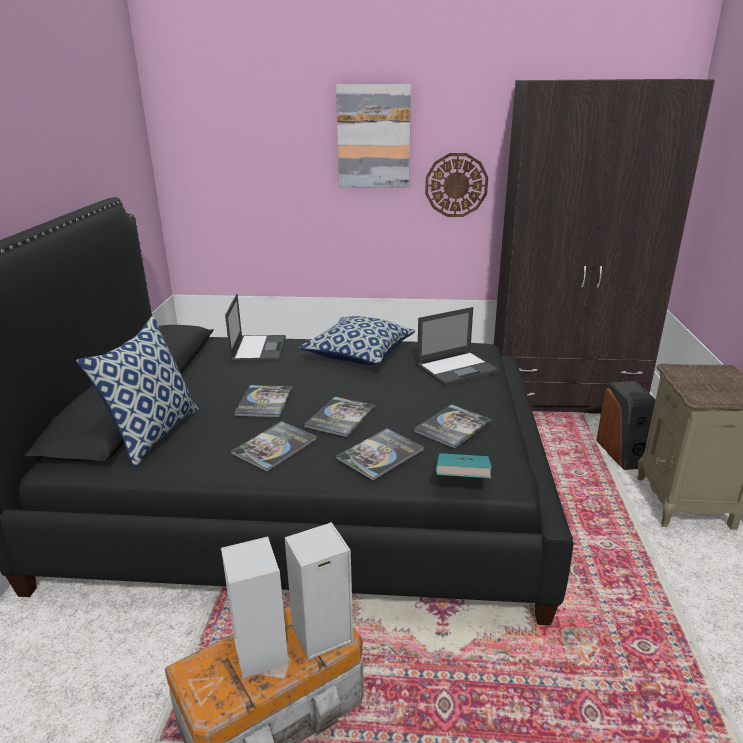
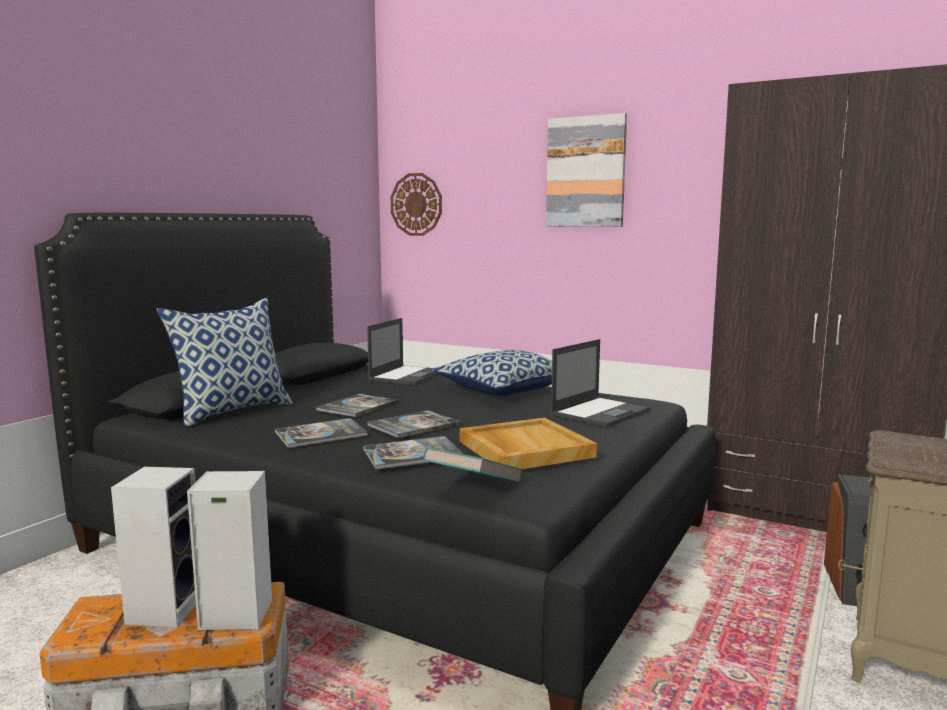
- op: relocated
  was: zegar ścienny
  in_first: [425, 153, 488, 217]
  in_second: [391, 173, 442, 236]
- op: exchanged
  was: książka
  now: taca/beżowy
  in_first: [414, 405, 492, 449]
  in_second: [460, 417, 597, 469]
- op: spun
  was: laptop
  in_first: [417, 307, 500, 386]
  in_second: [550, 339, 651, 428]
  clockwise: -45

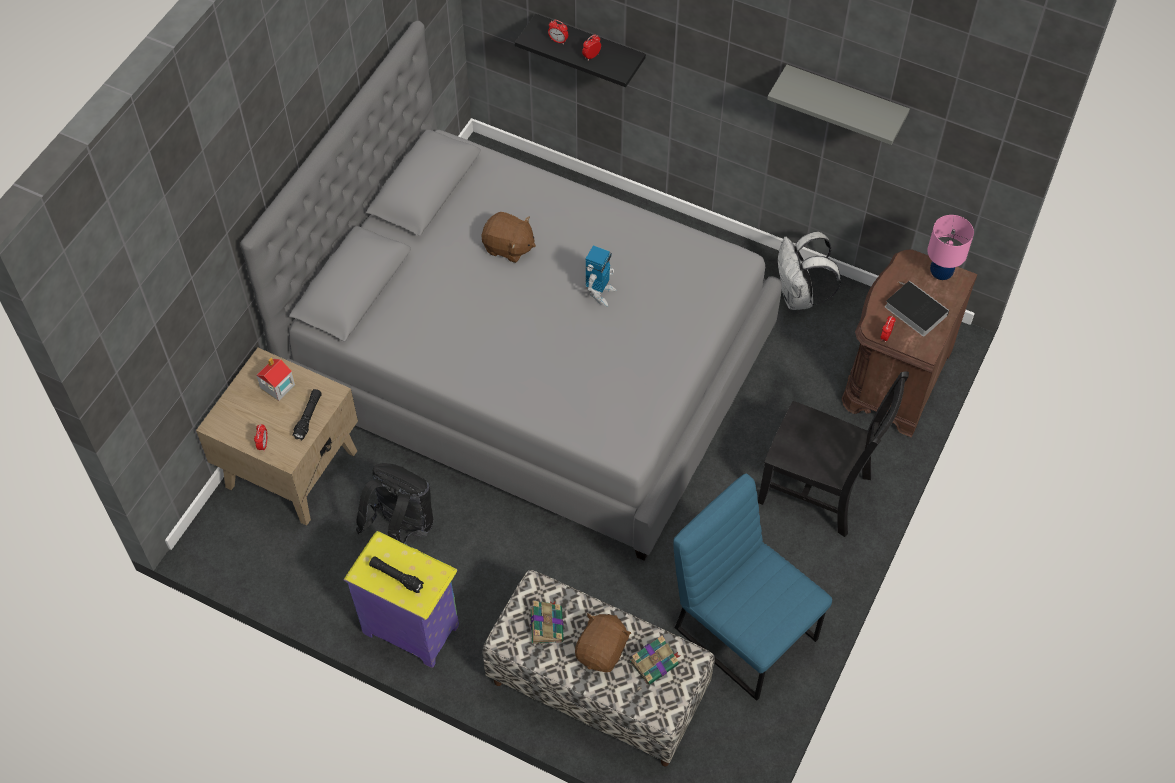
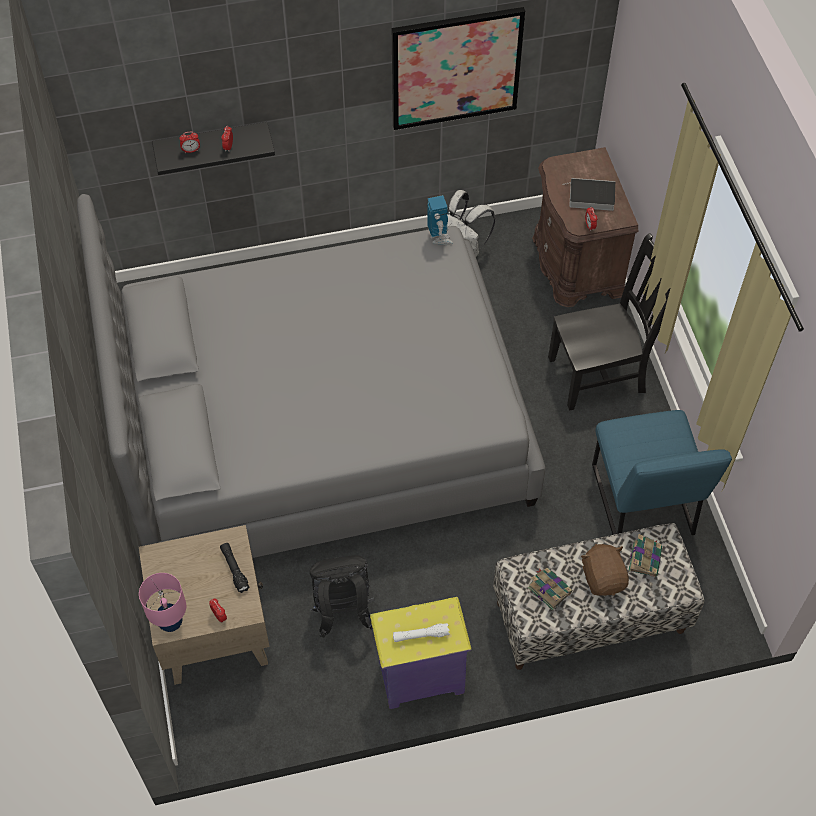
- op: relocated
  was: lampa stołowa/różowy
  in_first: [927, 215, 974, 280]
  in_second: [139, 573, 186, 632]
- op: exchanged
  was: półka/szary
  now: obraz
  in_first: [767, 65, 910, 145]
  in_second: [392, 7, 525, 130]
- op: colour
  was: latarka/czarny
  now: latarka/biały
  in_first: [369, 556, 424, 593]
  in_second: [393, 623, 450, 642]
- op: relocated
  was: robot zabawkowy
  in_first: [586, 245, 617, 306]
  in_second: [427, 195, 453, 245]
- op: spun
  was: krzesło/niebieski
  in_first: [673, 473, 832, 701]
  in_second: [592, 410, 732, 535]
  clockwise: -105
- op: missing
  was: domek
  in_first: [256, 357, 296, 401]
- op: missing
  was: pluszak/brązowy
  in_first: [481, 212, 536, 263]

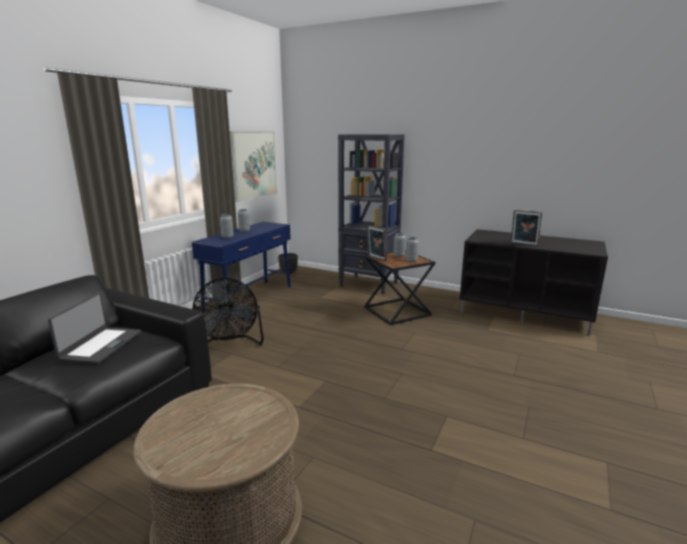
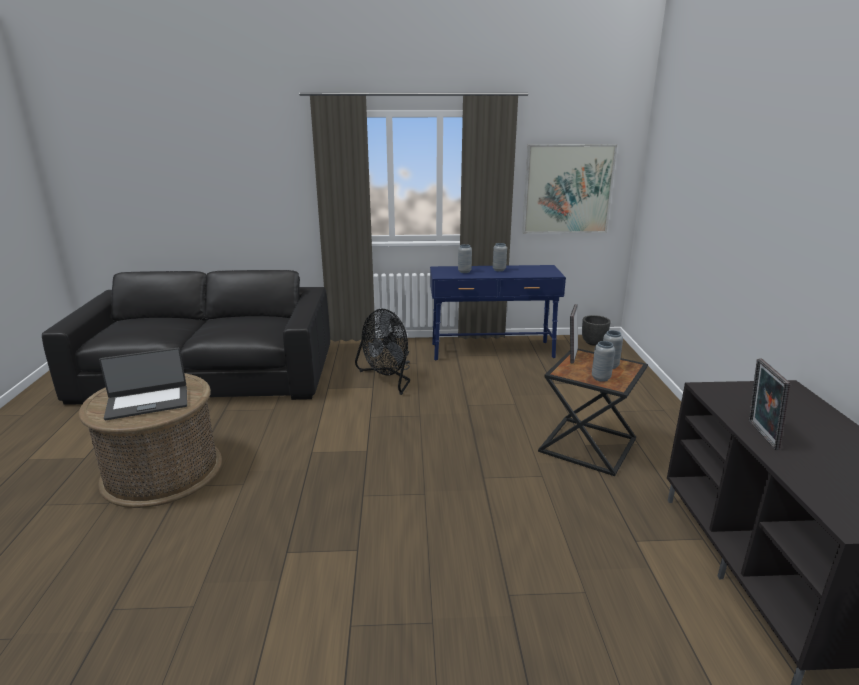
- op: relocated
  was: laptop
  in_first: [48, 293, 141, 364]
  in_second: [99, 348, 187, 420]
- op: missing
  was: regał/czarny
  in_first: [338, 134, 405, 294]

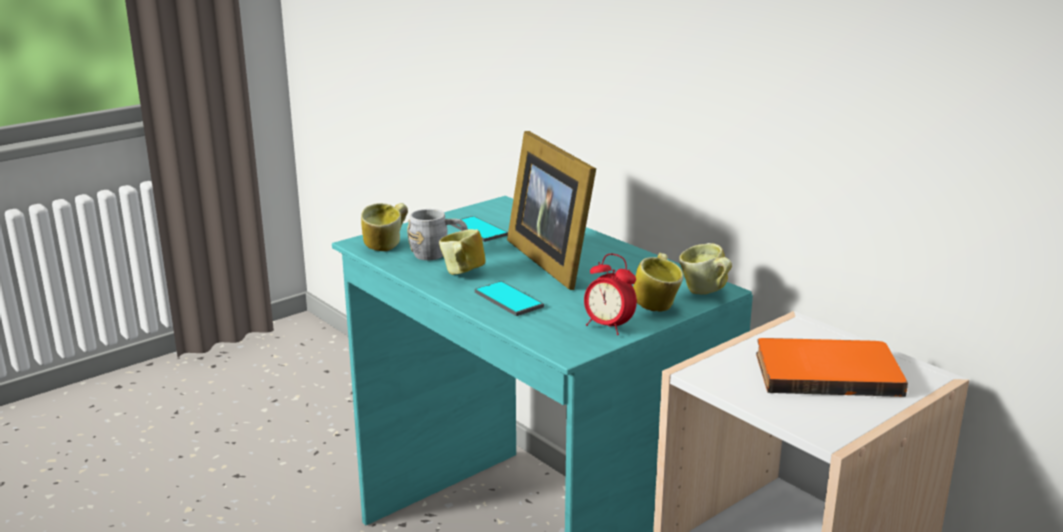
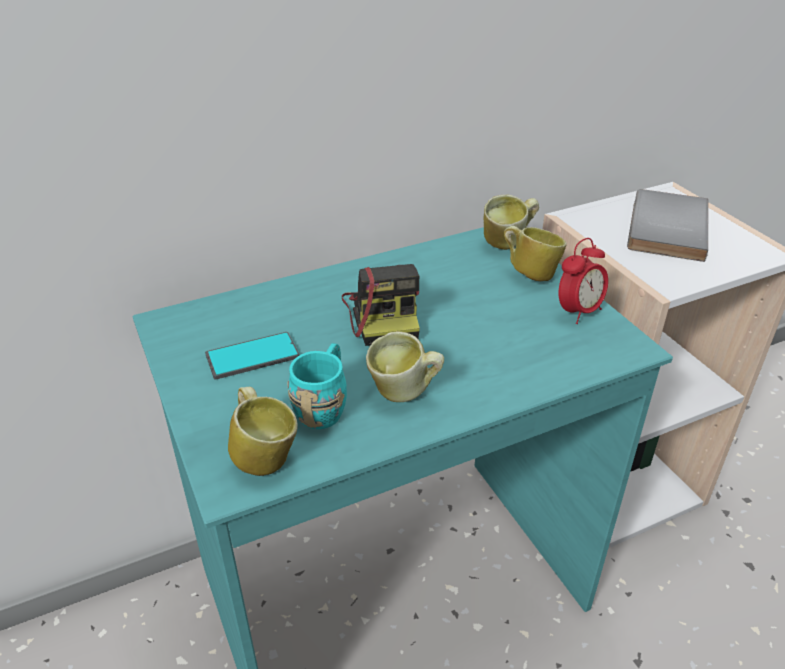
- op: colour
  was: kubek/szary
  now: kubek/turkusowy
  in_first: [407, 209, 468, 260]
  in_second: [287, 343, 347, 429]
- op: exchanged
  was: ramka na zdjęcie
  now: aparat fotograficzny
  in_first: [507, 131, 596, 290]
  in_second: [342, 264, 420, 346]
- op: colour
  was: książka/pomarańczowy
  now: książka/szary
  in_first: [756, 338, 908, 397]
  in_second: [627, 189, 708, 262]
- op: missing
  was: telefon
  in_first: [475, 281, 544, 316]

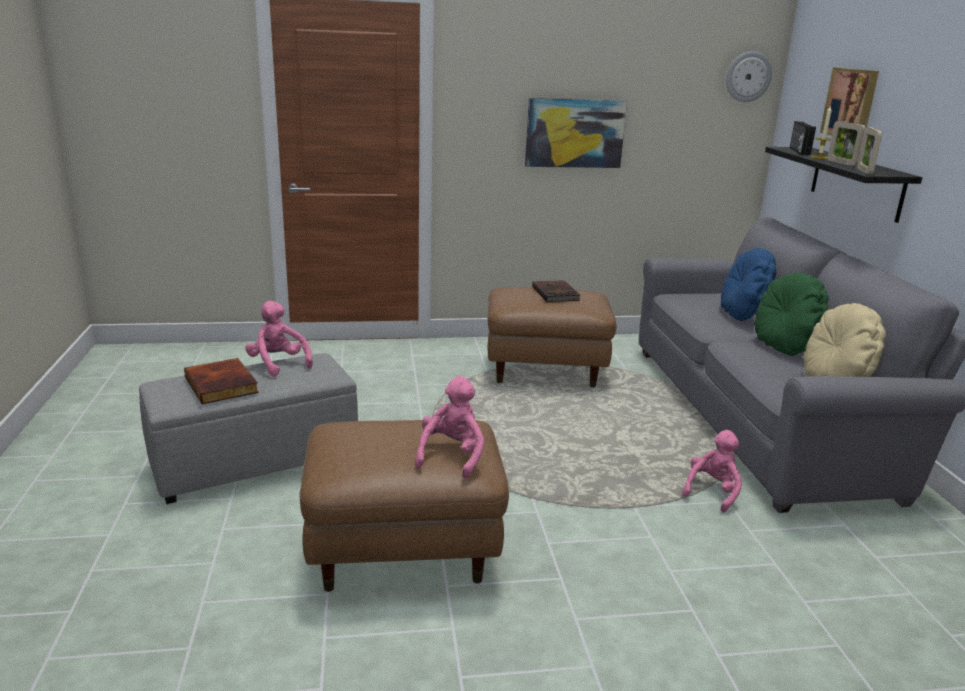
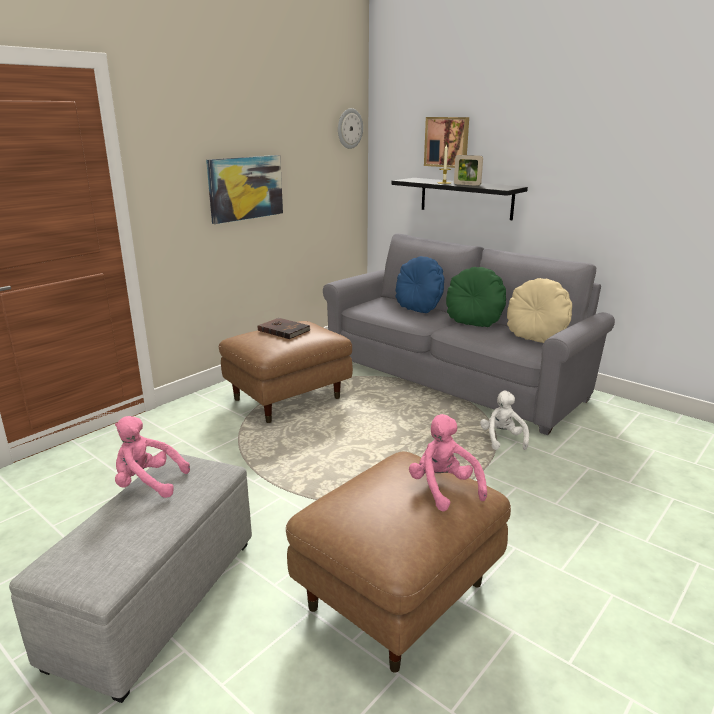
- op: colour
  was: pluszak/różowy
  now: pluszak/biały
  in_first: [682, 430, 742, 513]
  in_second: [480, 391, 529, 450]
- op: missing
  was: książka
  in_first: [184, 358, 259, 404]
- op: missing
  was: radio
  in_first: [790, 121, 816, 155]
- op: missing
  was: ramka na zdjęcie
  in_first: [857, 127, 883, 174]

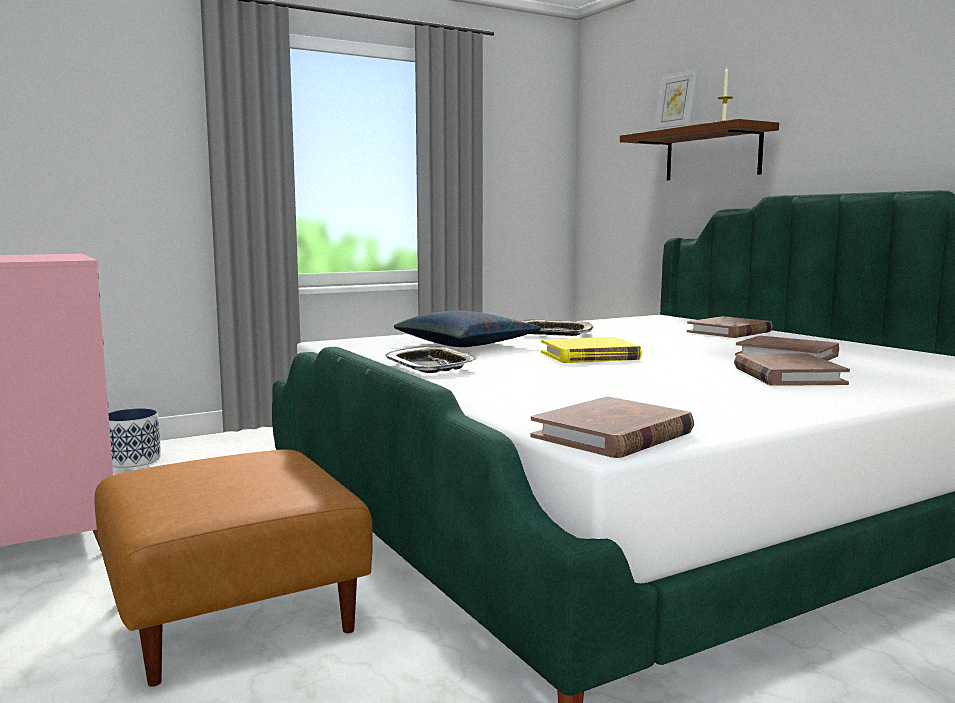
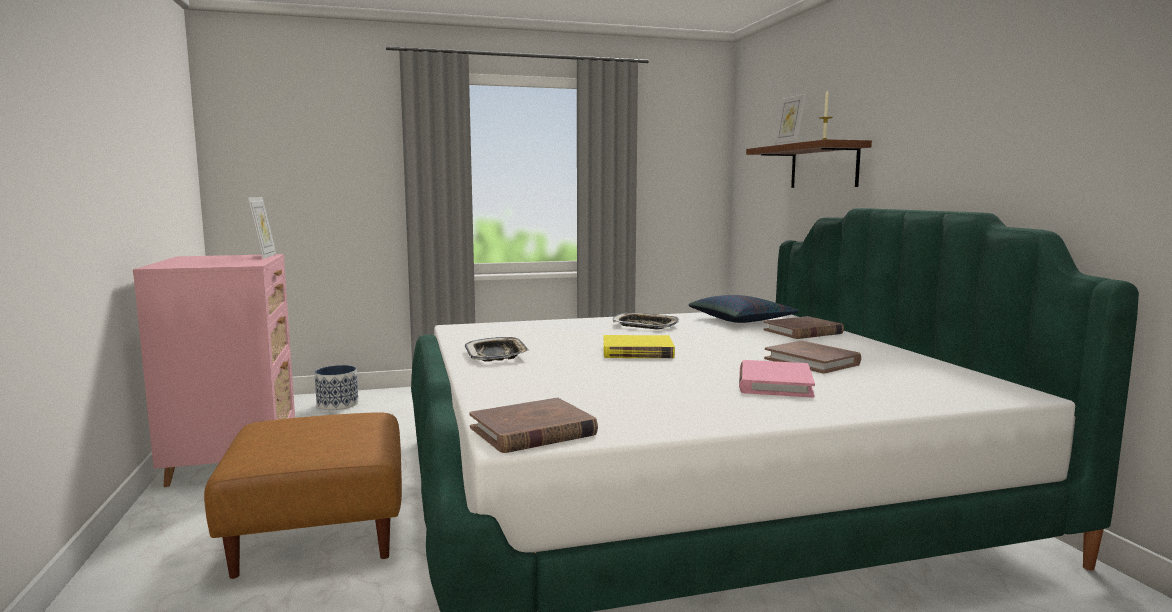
- op: appeared
  now: ramka na zdjęcie
  in_second: [248, 197, 276, 259]
- op: relocated
  was: poduszka/niebieski
  in_first: [394, 311, 541, 347]
  in_second: [688, 295, 800, 323]
- op: colour
  was: książka/brązowy
  now: książka/różowy
  in_first: [734, 353, 850, 386]
  in_second: [739, 360, 815, 398]

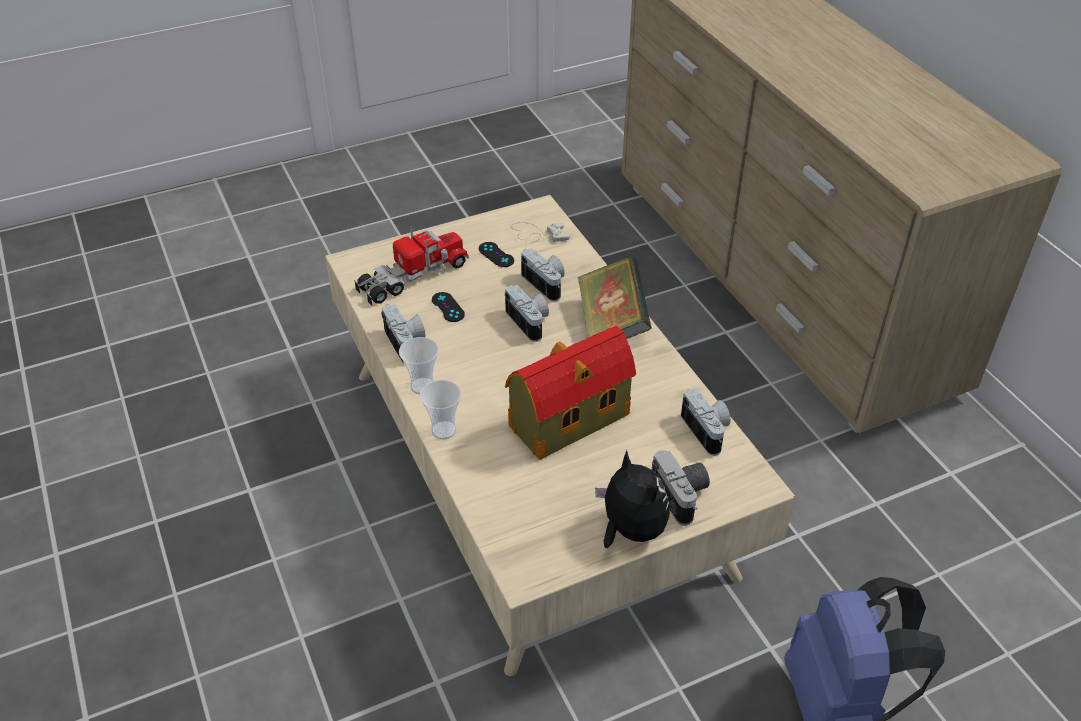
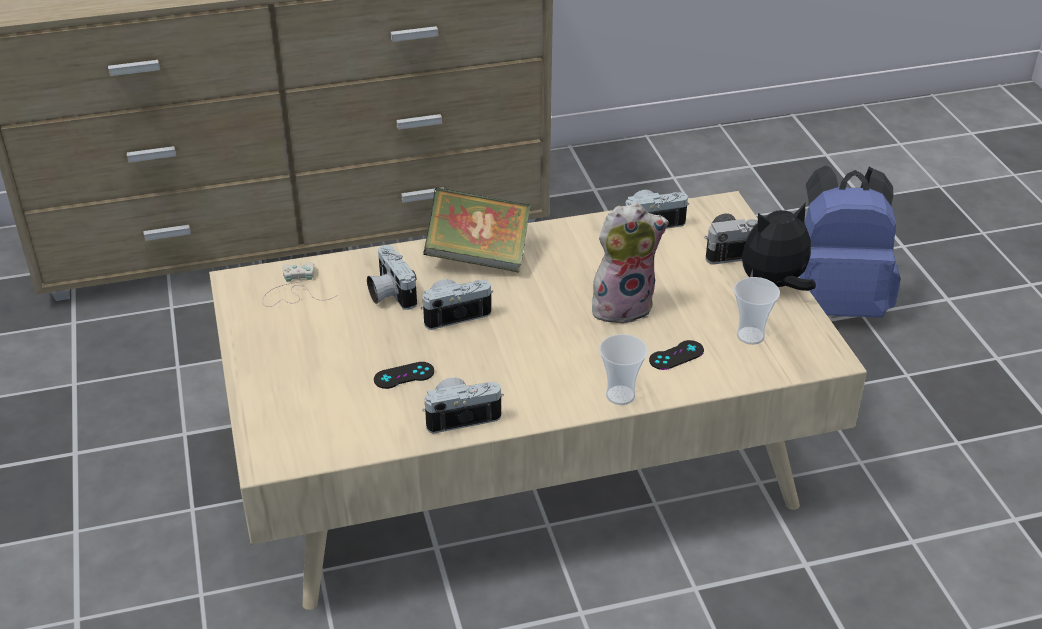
- op: spun
  was: aparat fotograficzny
  in_first: [521, 248, 565, 301]
  in_second: [367, 245, 417, 310]
  clockwise: -90
- op: exchanged
  was: domek
  now: pluszak
  in_first: [505, 325, 636, 460]
  in_second: [592, 203, 669, 324]
- op: relocated
  was: pad do gier/czarny
  in_first: [479, 242, 514, 267]
  in_second: [649, 340, 704, 370]
- op: relocated
  was: filiżanka
  in_first: [399, 337, 439, 395]
  in_second: [734, 277, 780, 345]
- op: missing
  was: ciężarówka zabawkowa
  in_first: [354, 226, 469, 305]

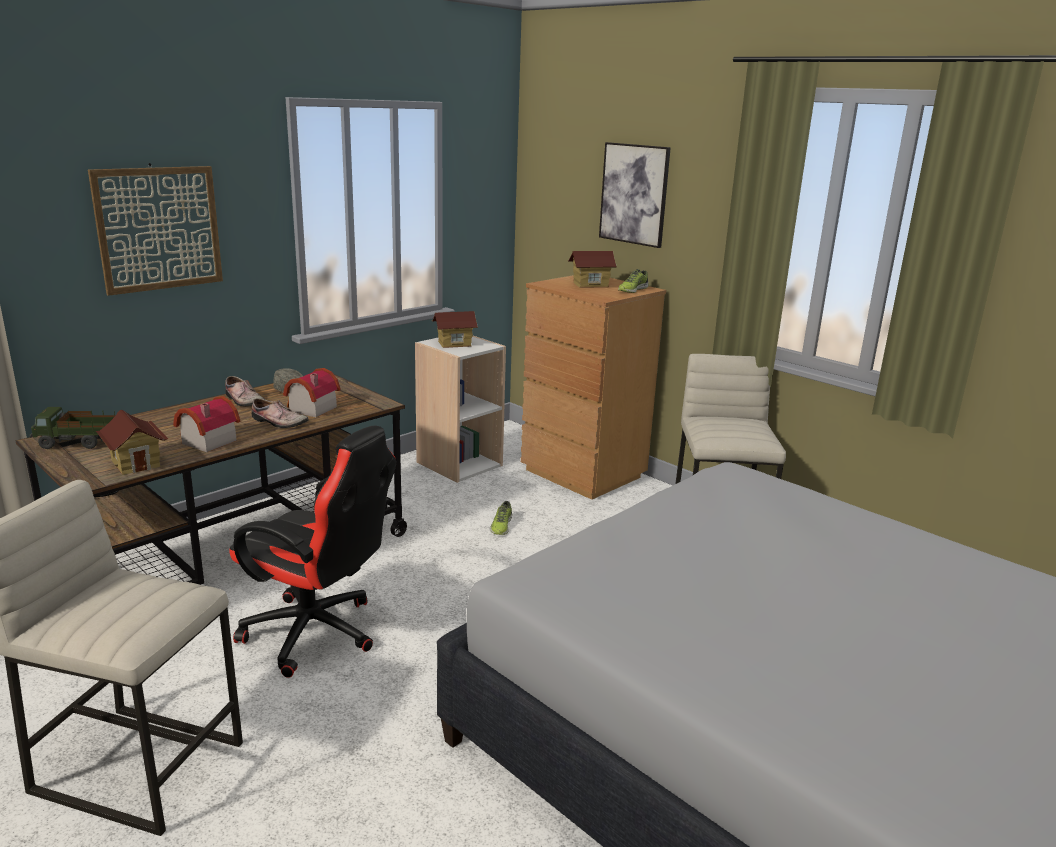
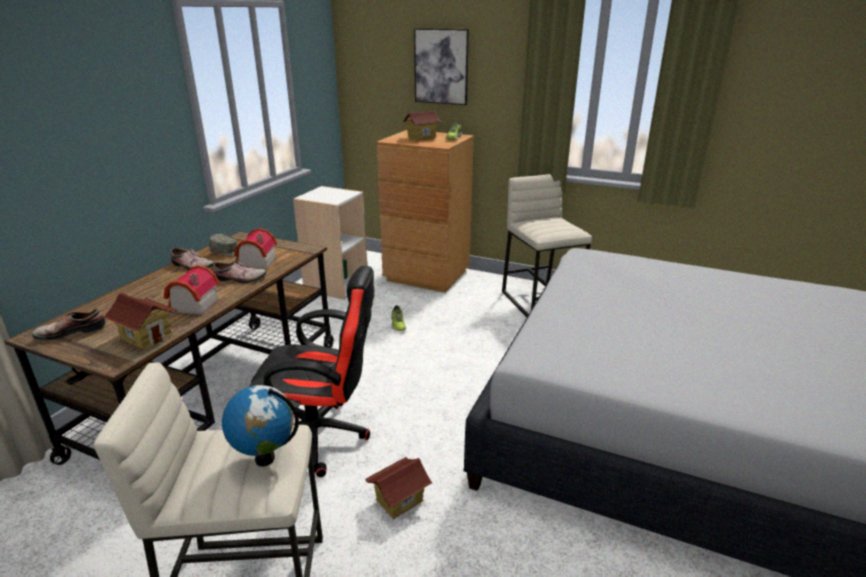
- op: exchanged
  was: ciężarówka zabawkowa
  now: but
  in_first: [30, 407, 115, 449]
  in_second: [32, 308, 105, 341]
- op: appeared
  now: globus
  in_second: [222, 385, 299, 467]
- op: relocated
  was: domek
  in_first: [432, 311, 478, 348]
  in_second: [365, 457, 433, 519]
- op: missing
  was: obraz
  in_first: [88, 163, 223, 296]

